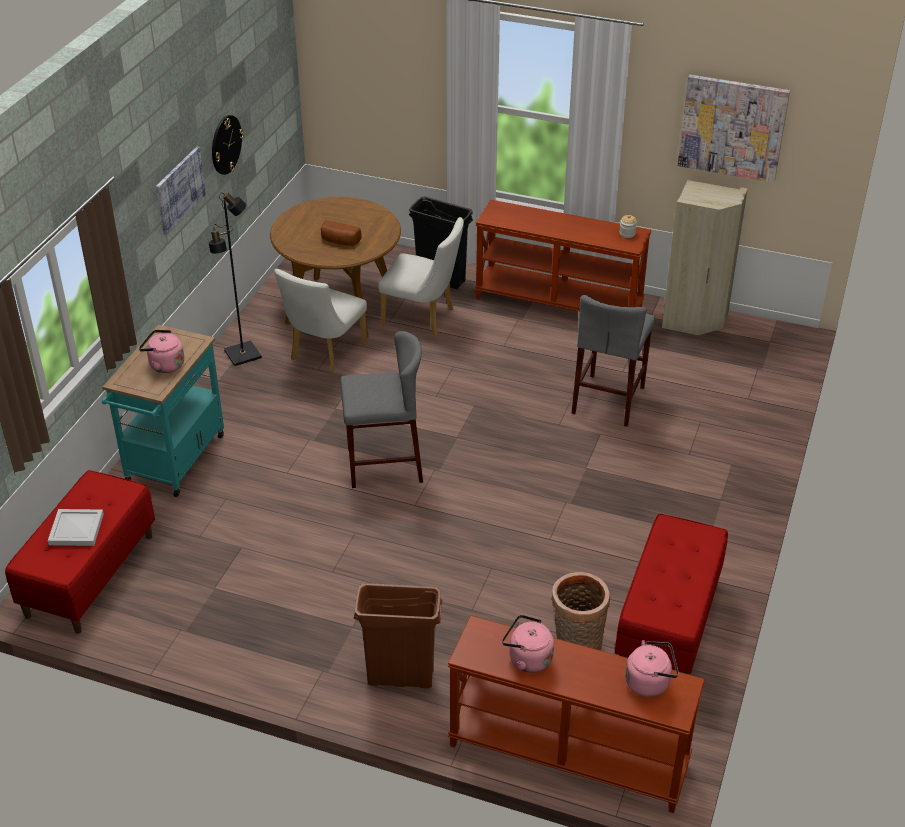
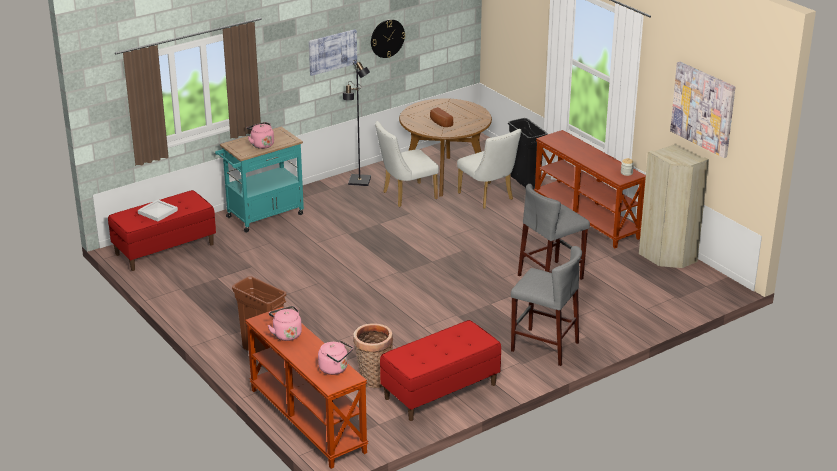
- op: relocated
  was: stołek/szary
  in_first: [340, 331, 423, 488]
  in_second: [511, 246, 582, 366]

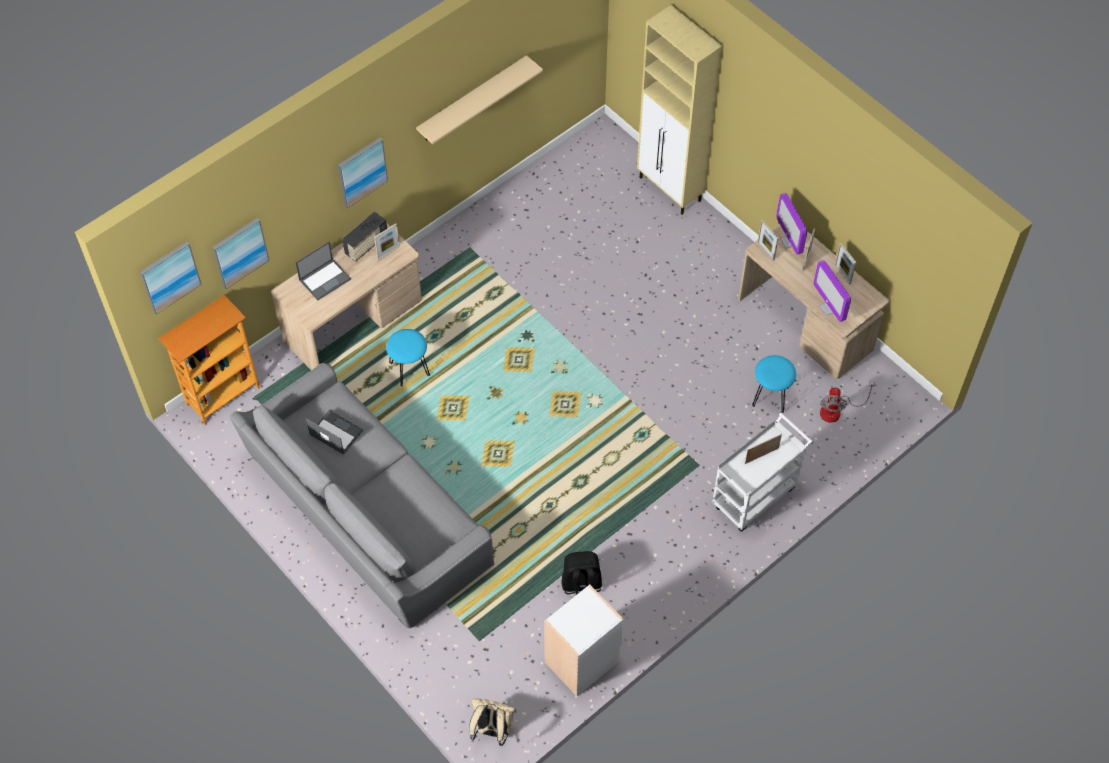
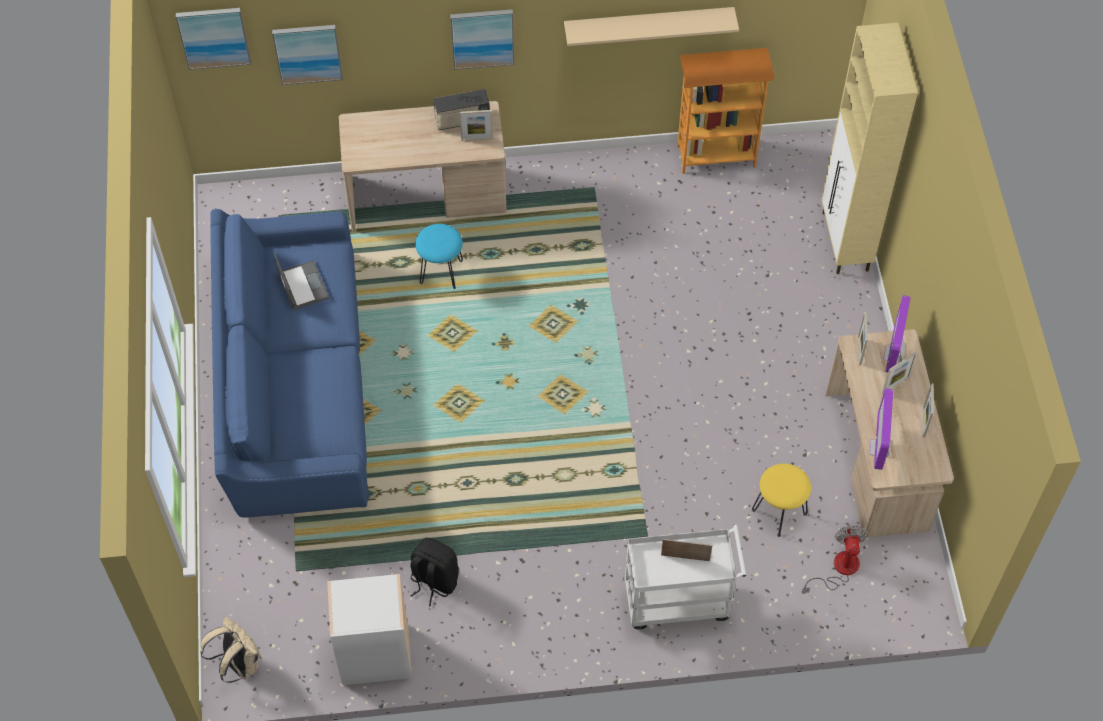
- op: colour
  was: kanapa/szary
  now: kanapa/niebieski
  in_first: [229, 363, 494, 628]
  in_second: [210, 209, 369, 518]
- op: relocated
  was: regał
  in_first: [158, 295, 260, 426]
  in_second: [677, 48, 775, 174]
- op: colour
  was: stołek/turkusowy
  now: stołek/żółty
  in_first: [752, 355, 796, 413]
  in_second: [752, 464, 811, 537]
- op: spun
  was: wentylator
  in_first: [820, 382, 875, 423]
  in_second: [802, 526, 868, 592]
  clockwise: 135
- op: missing
  was: laptop
  in_first: [296, 242, 351, 301]

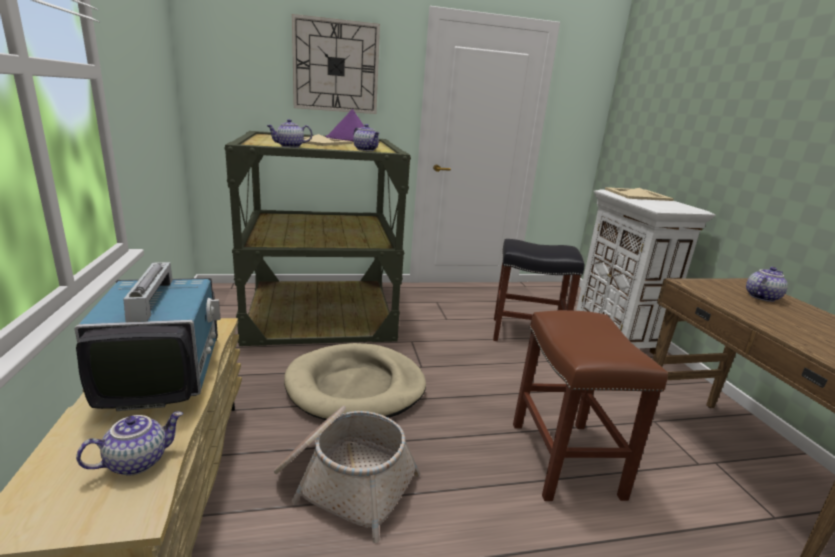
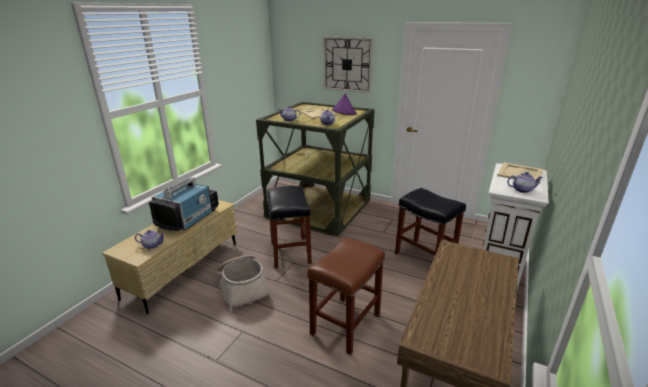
- op: exchanged
  was: legowisko/beżowy
  now: stołek/czarny
  in_first: [284, 343, 426, 420]
  in_second: [267, 186, 312, 268]
- op: relocated
  was: imbryk
  in_first: [746, 267, 788, 302]
  in_second: [507, 172, 543, 193]

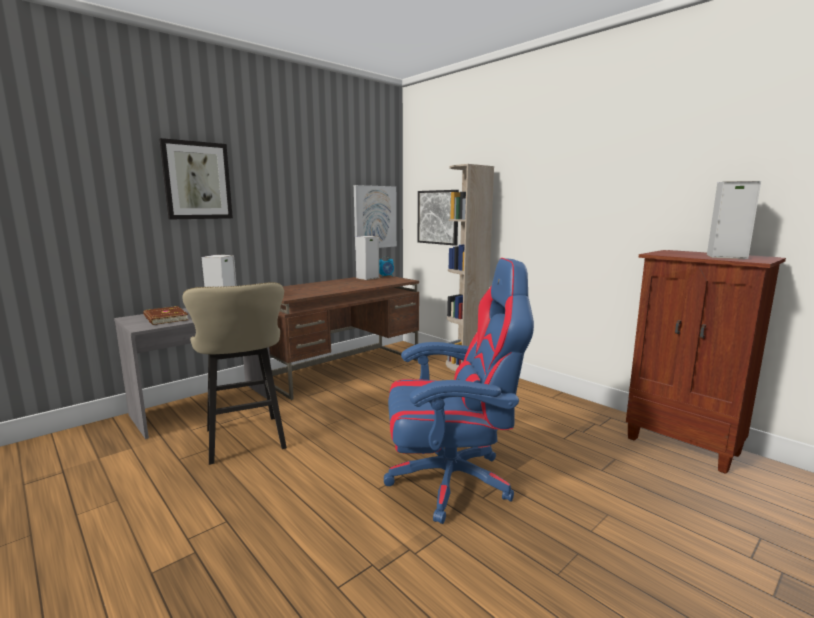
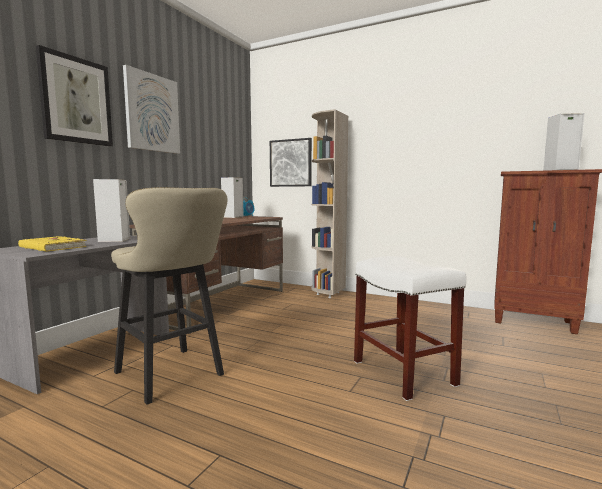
- op: colour
  was: książka/brązowy
  now: książka/żółty
  in_first: [143, 306, 188, 325]
  in_second: [18, 236, 87, 252]
- op: relocated
  was: obraz
  in_first: [354, 185, 397, 249]
  in_second: [123, 65, 180, 154]
- op: exchanged
  was: krzesło biurowe/niebieski
  now: stołek/biały
  in_first: [384, 258, 534, 524]
  in_second: [354, 256, 466, 401]

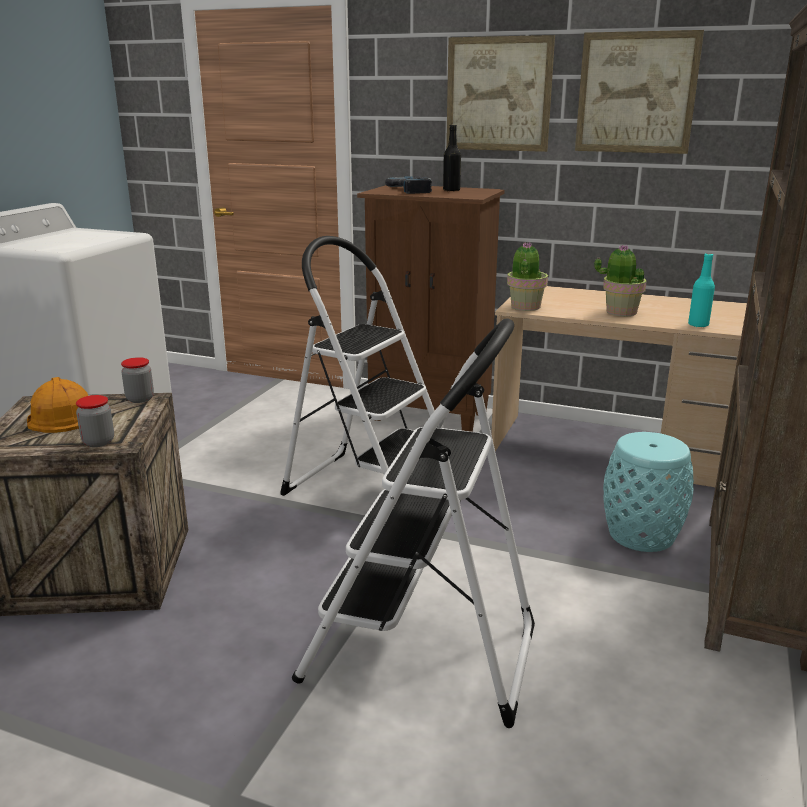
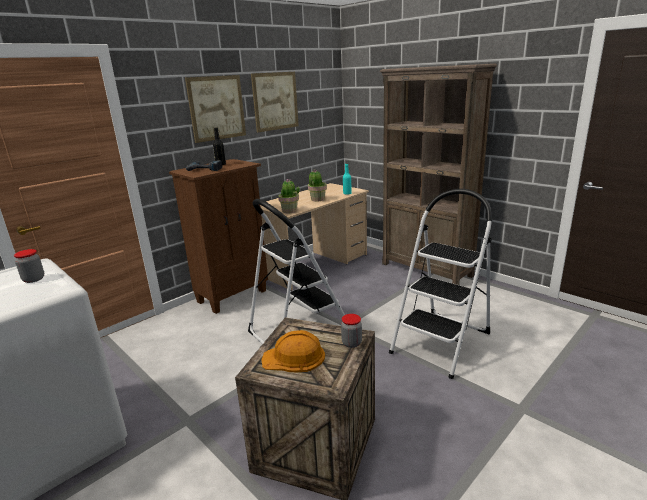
- op: relocated
  was: słoik
  in_first: [121, 357, 154, 403]
  in_second: [14, 249, 44, 283]
- op: missing
  was: stołek/turkusowy
  in_first: [603, 432, 694, 552]

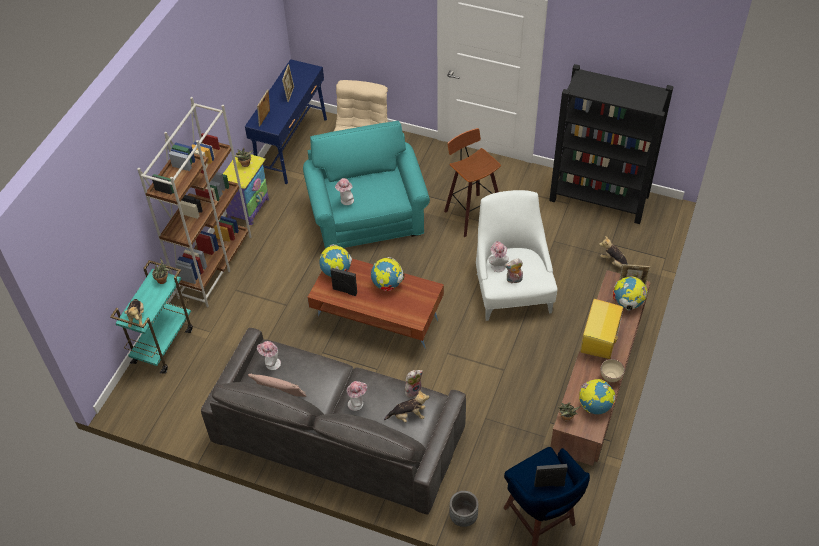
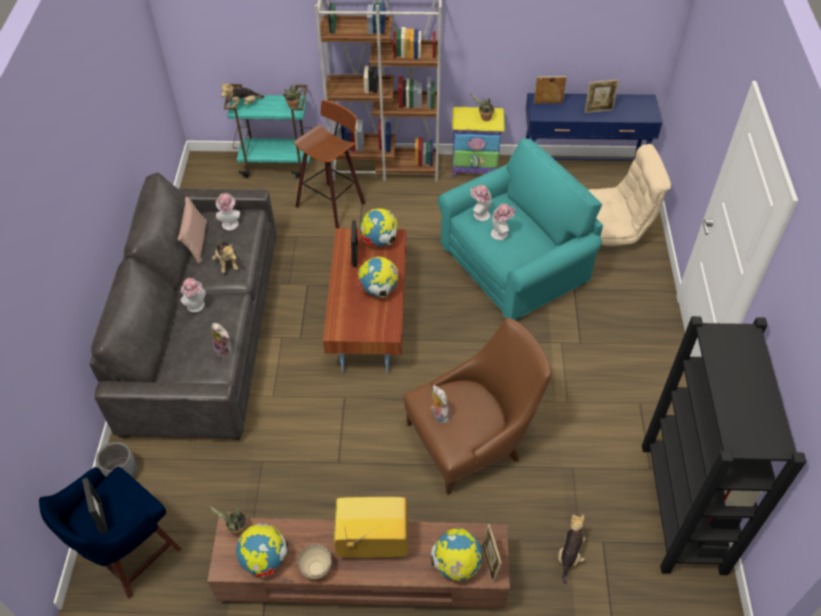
- op: relocated
  was: pluszak
  in_first: [384, 389, 429, 423]
  in_second: [212, 242, 238, 273]
- op: relocated
  was: stołek
  in_first: [444, 128, 501, 237]
  in_second: [294, 100, 365, 228]
- op: colour
  was: fotel/biały
  now: fotel/brązowy
  in_first: [476, 190, 557, 321]
  in_second: [404, 318, 552, 495]
- op: relocated
  was: kapelusz
  in_first: [489, 241, 509, 272]
  in_second: [491, 204, 515, 240]

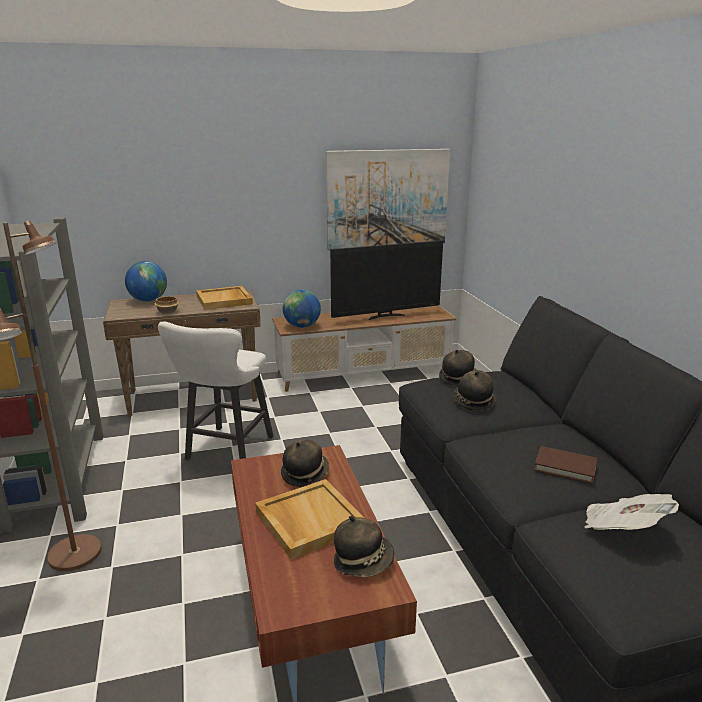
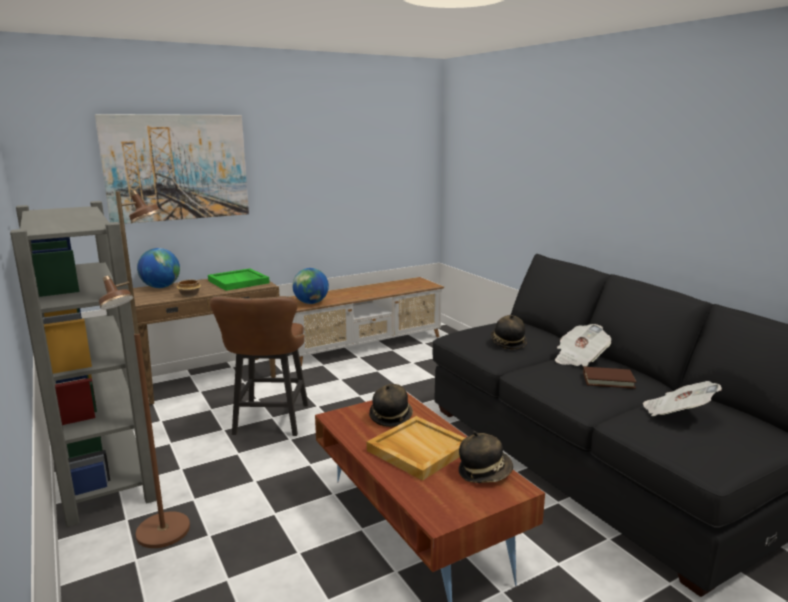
- op: relocated
  was: obraz
  in_first: [326, 149, 450, 250]
  in_second: [95, 114, 249, 224]
- op: colour
  was: taca/beżowy
  now: taca/zielony
  in_first: [196, 286, 253, 310]
  in_second: [208, 268, 270, 291]
- op: colour
  was: stołek/biały
  now: stołek/brązowy
  in_first: [158, 322, 273, 461]
  in_second: [210, 296, 309, 436]
- op: appeared
  now: gazeta
  in_second: [555, 324, 611, 366]
- op: missing
  was: telewizor
  in_first: [330, 240, 443, 320]
- op: missing
  was: kapelusz
  in_first: [439, 349, 477, 386]

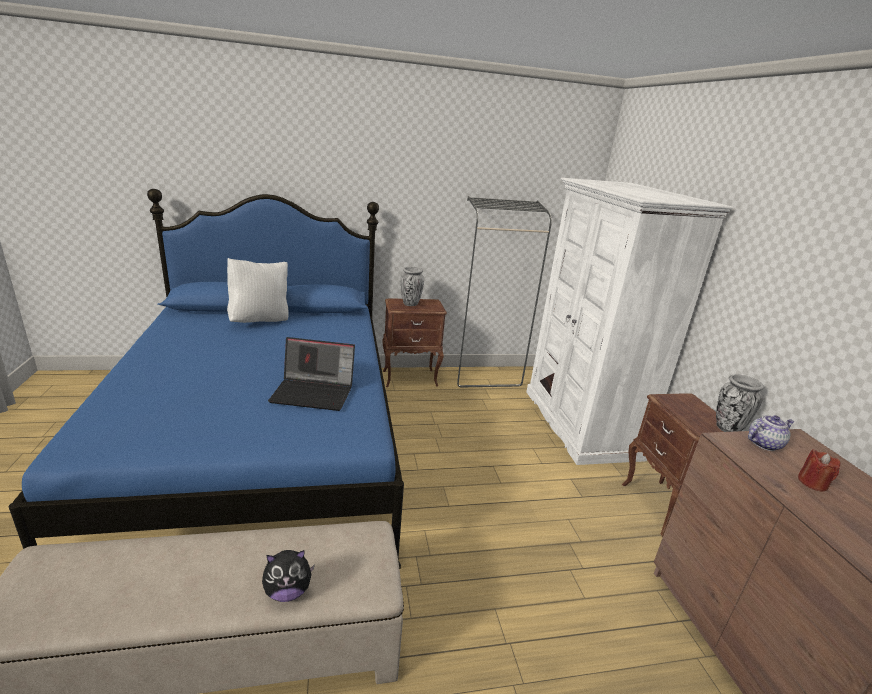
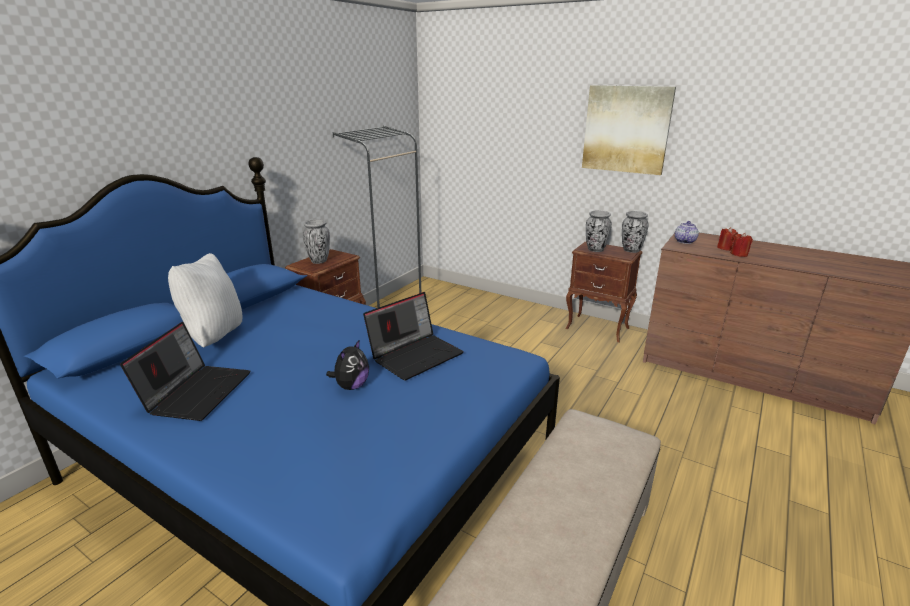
- op: appeared
  now: laptop
  in_second: [120, 322, 251, 421]
- op: relocated
  was: pluszak
  in_first: [262, 550, 315, 602]
  in_second: [326, 339, 369, 390]
- op: appeared
  now: obraz
  in_second: [582, 85, 676, 175]
- op: appeared
  now: wazon
  in_second: [586, 210, 612, 252]
- op: appeared
  now: świeca/czerwony
  in_second: [730, 233, 753, 257]
- op: missing
  was: szafa/biały
  in_first: [526, 178, 733, 465]

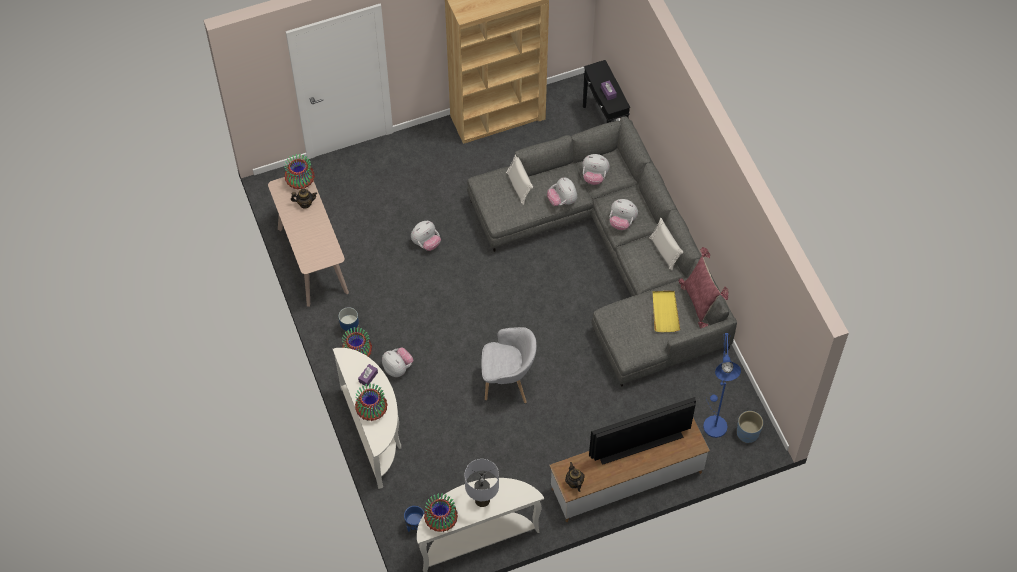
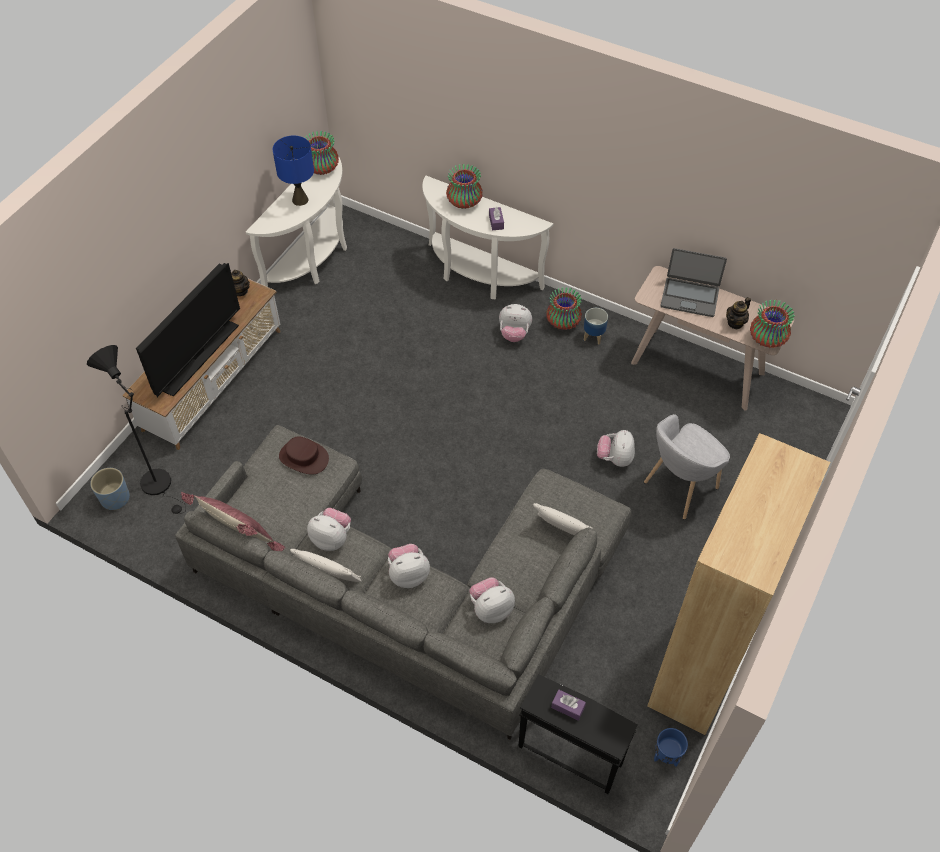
- op: colour
  was: lampa stojąca/niebieski
  now: lampa stojąca/czarny
  in_first: [703, 333, 741, 438]
  in_second: [87, 345, 186, 514]
- op: colour
  was: lampa stołowa/szary
  now: lampa stołowa/niebieski
  in_first: [465, 459, 499, 507]
  in_second: [273, 136, 314, 206]
- op: appeared
  now: kapelusz/brązowy
  in_second: [279, 437, 329, 474]
- op: relocated
  was: pluszak
  in_first: [547, 177, 577, 206]
  in_second: [307, 508, 351, 551]
- op: relocated
  was: fotel/szary
  in_first: [482, 327, 537, 404]
  in_second: [644, 414, 730, 520]
- op: relocated
  was: donica/niebieski
  in_first: [404, 506, 424, 532]
  in_second: [654, 728, 688, 767]
- op: appeared
  now: laptop
  in_second: [661, 248, 727, 317]
- op: missing
  was: taca/żółty
  in_first: [652, 291, 680, 332]

